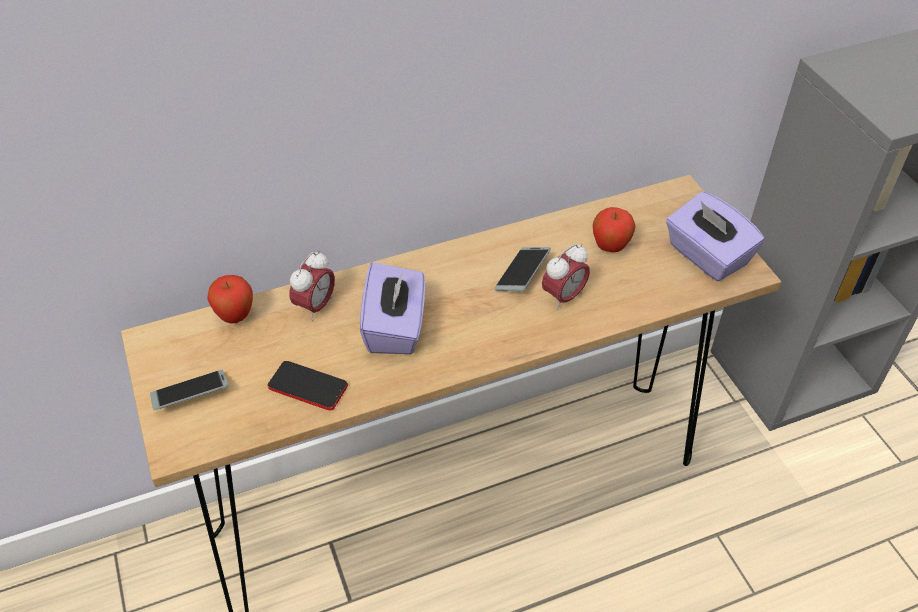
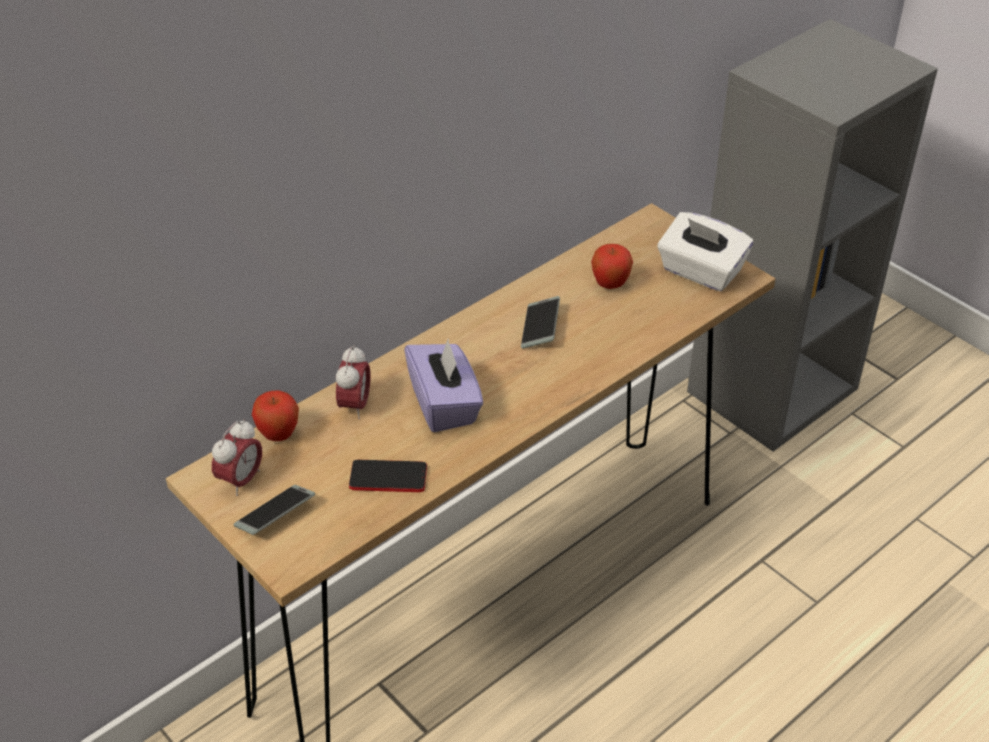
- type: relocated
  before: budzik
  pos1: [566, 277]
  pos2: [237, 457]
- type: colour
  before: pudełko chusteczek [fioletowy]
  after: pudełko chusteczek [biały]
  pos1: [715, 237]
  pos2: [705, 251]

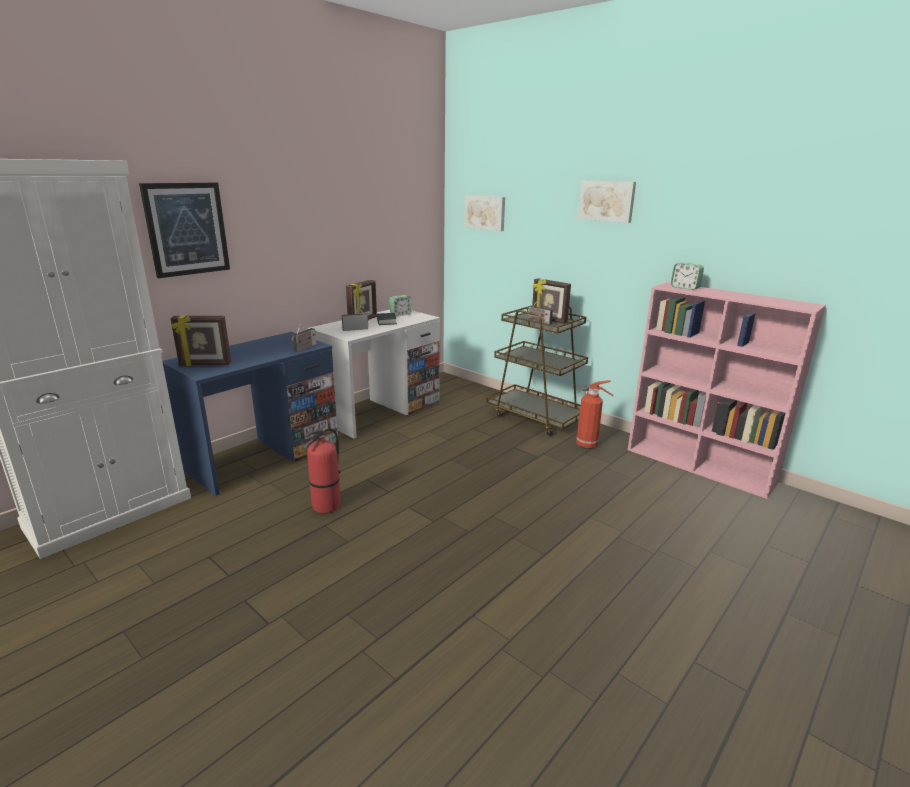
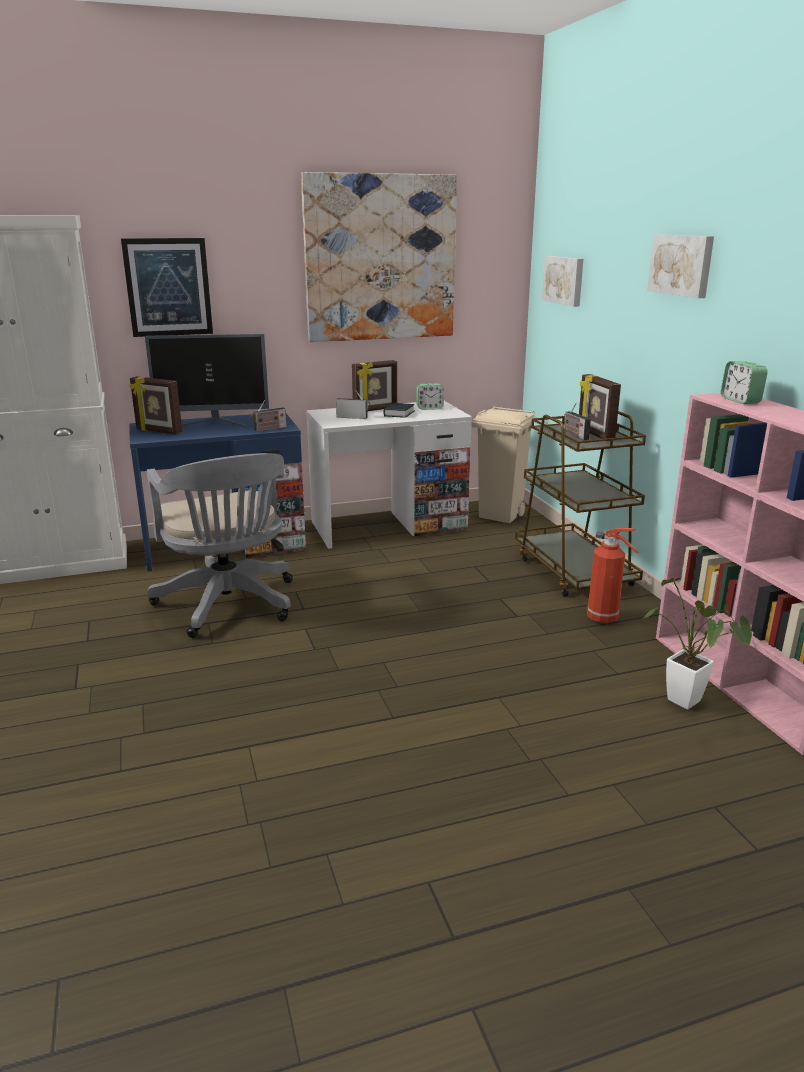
- type: appeared
  after: monitor
  pos2: [207, 381]
- type: exchanged
  before: gaśnica
  after: krzesło biurowe [szary]
  pos1: [322, 470]
  pos2: [220, 545]
- type: appeared
  after: obraz
  pos2: [379, 257]
- type: appeared
  after: kosz na śmieci [beżowy]
  pos2: [504, 464]
- type: appeared
  after: roślina doniczkowa
  pos2: [697, 643]

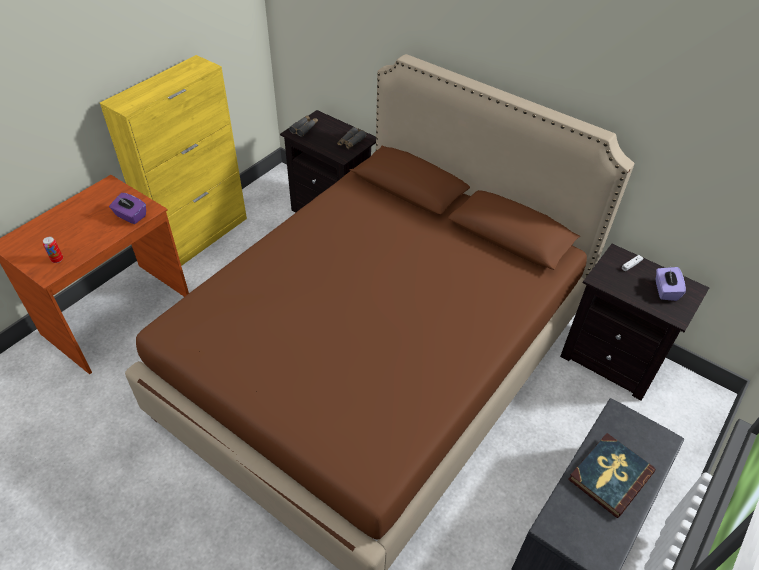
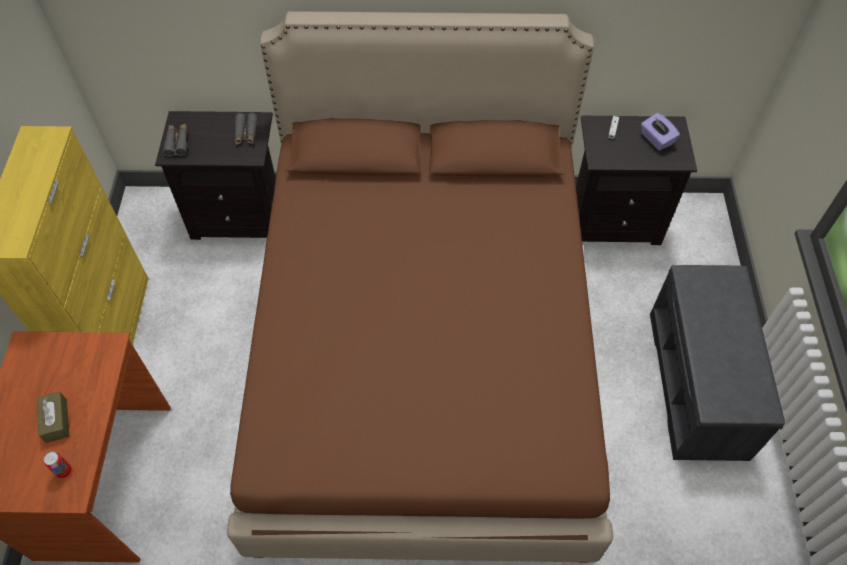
- type: appeared
  after: pudełko chusteczek [brązowy]
  pos2: [53, 417]
- type: missing
  before: pudełko chusteczek [fioletowy]
  pos1: [127, 208]
- type: missing
  before: książka
  pos1: [611, 475]

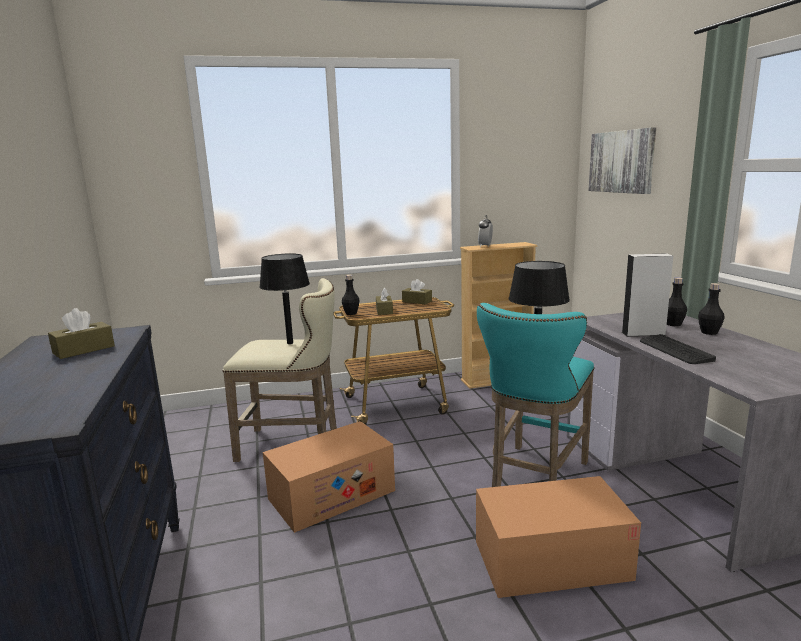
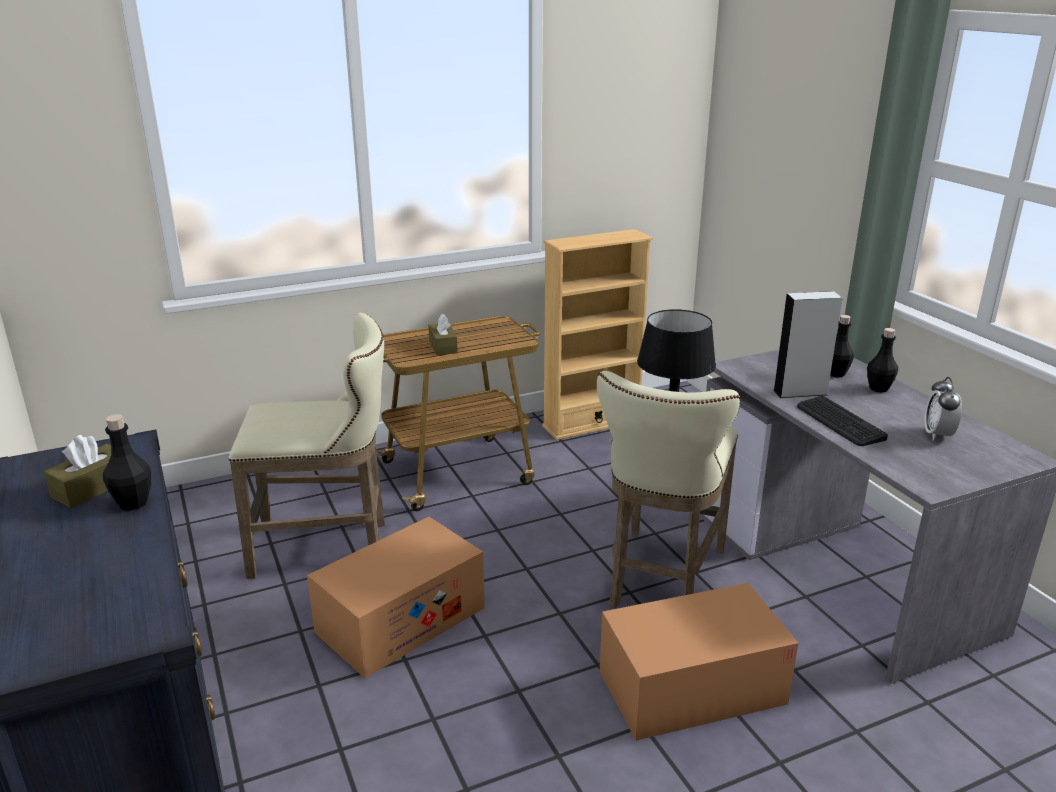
- type: relocated
  before: butelka [czarny]
  pos1: [350, 295]
  pos2: [127, 462]
- type: colour
  before: stołek [turkusowy]
  after: stołek [beżowy]
  pos1: [536, 395]
  pos2: [668, 489]
- type: relocated
  before: budzik
  pos1: [485, 231]
  pos2: [943, 409]
- type: missing
  before: lampa stołowa [czarny]
  pos1: [284, 298]
- type: missing
  before: pudełko chusteczek [brązowy]
  pos1: [417, 291]
- type: missing
  before: obraz
  pos1: [622, 160]

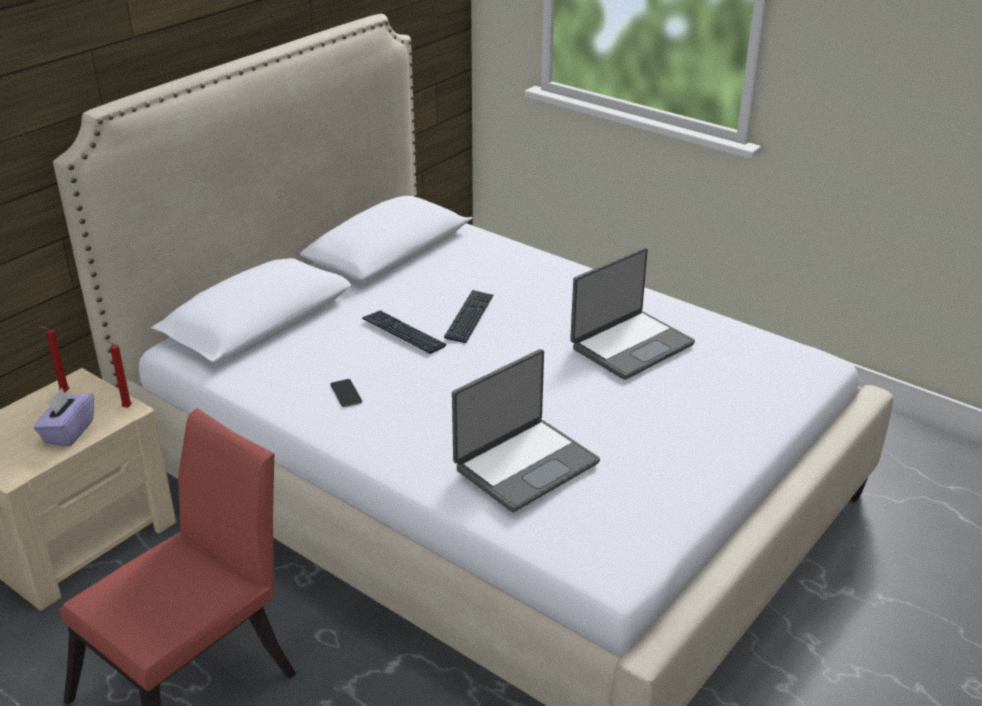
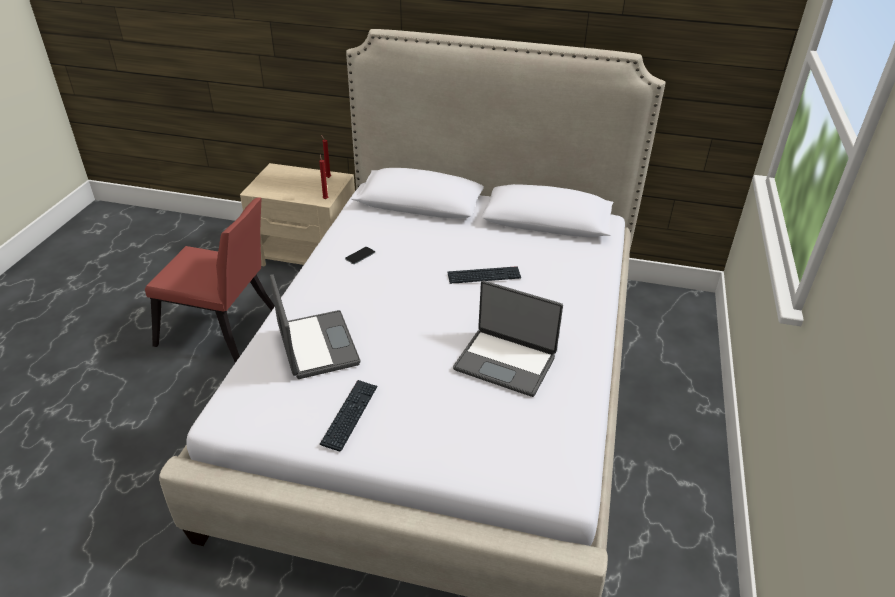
- type: spun
  before: laptop
  pos1: [526, 430]
  pos2: [315, 326]
  turn: -135
- type: relocated
  before: klawiatura
  pos1: [404, 332]
  pos2: [349, 416]
- type: missing
  before: pudełko chusteczek [fioletowy]
  pos1: [64, 417]

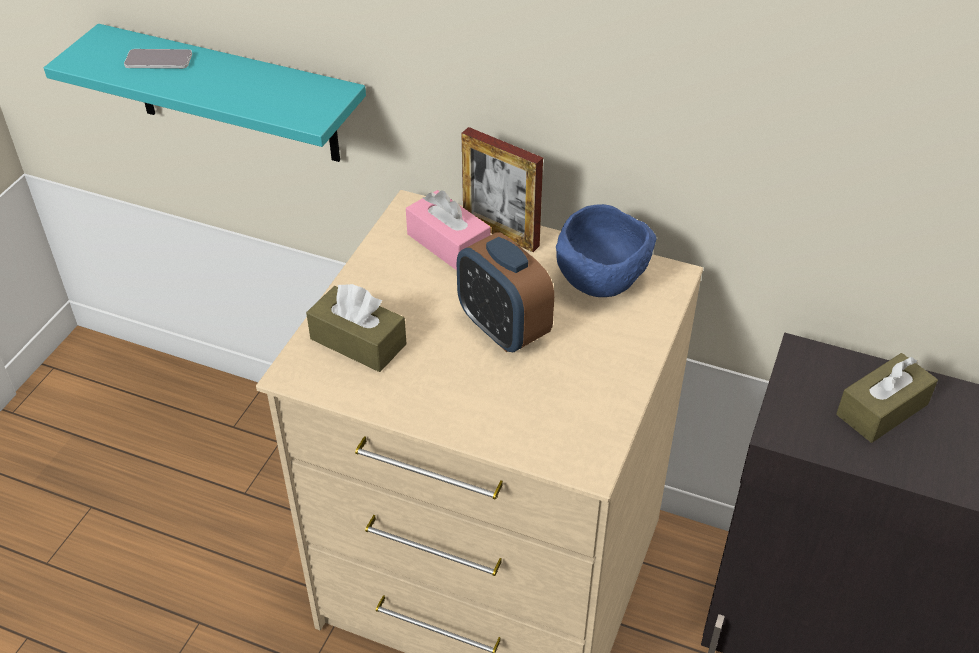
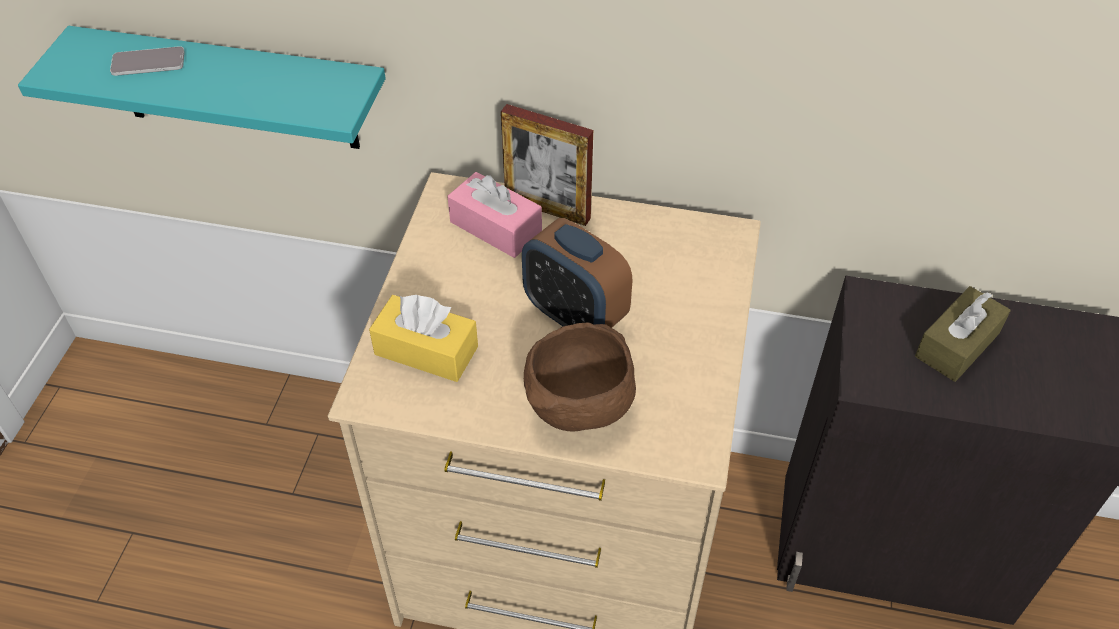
- type: colour
  before: pudełko chusteczek [brązowy]
  after: pudełko chusteczek [żółty]
  pos1: [356, 328]
  pos2: [423, 338]
- type: appeared
  after: miska [brązowy]
  pos2: [580, 377]
- type: missing
  before: miska [niebieski]
  pos1: [606, 250]

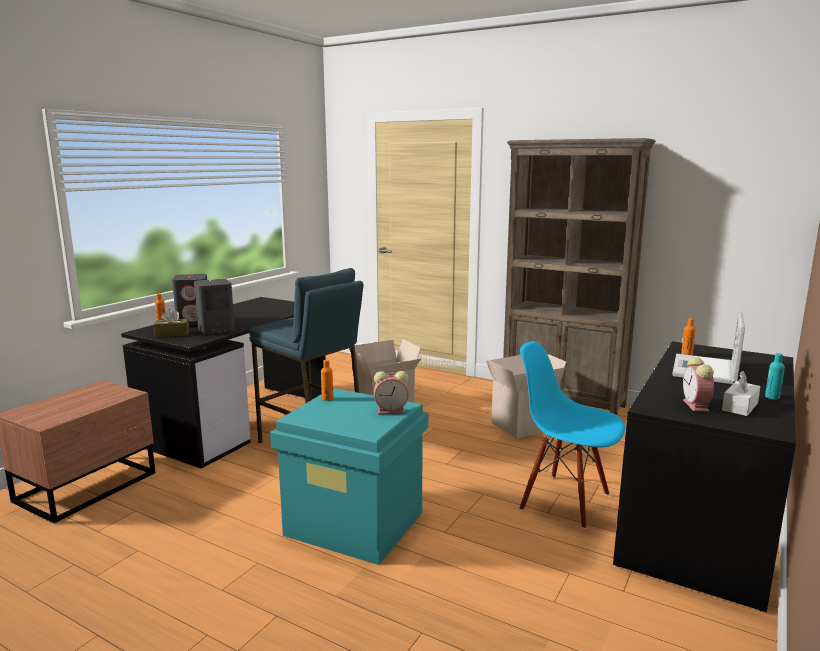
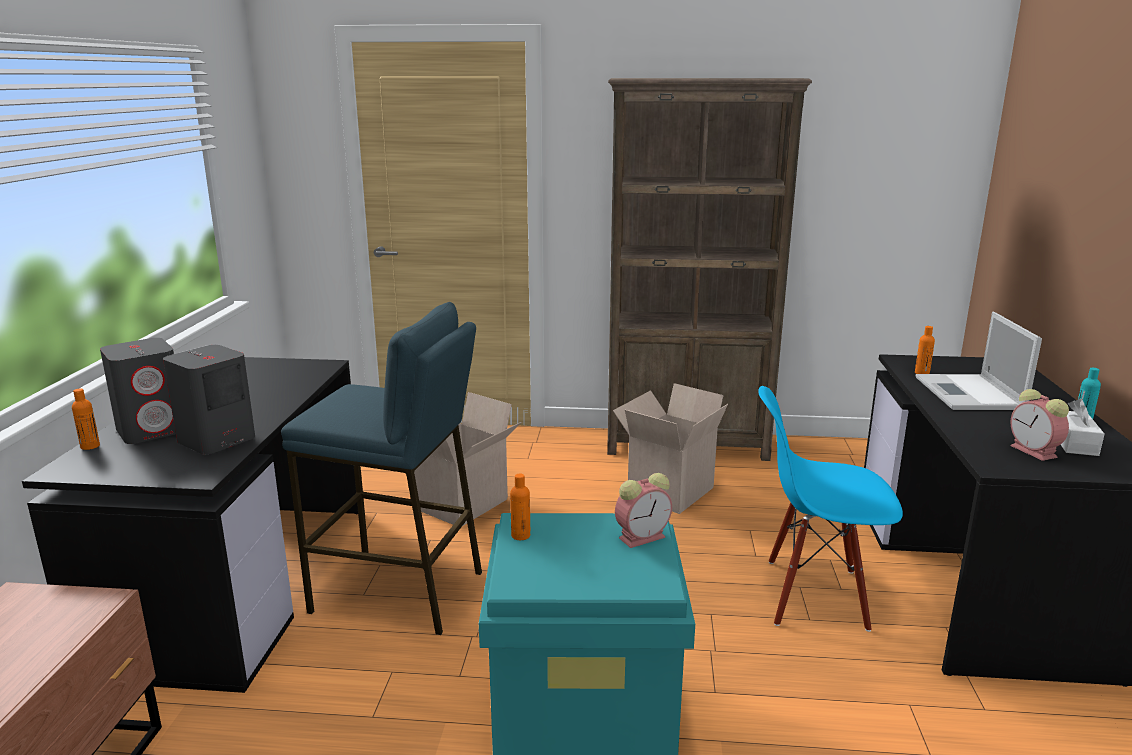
- type: missing
  before: pudełko chusteczek [brązowy]
  pos1: [172, 323]

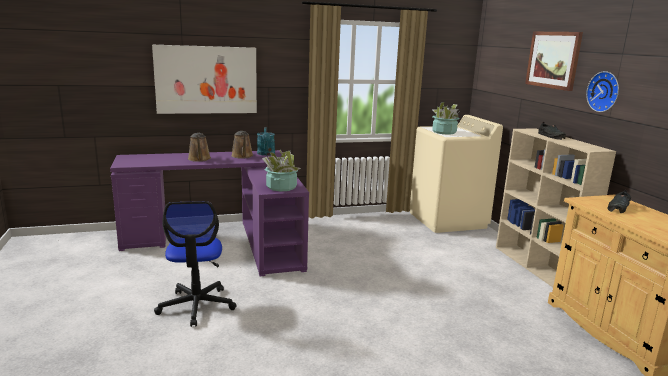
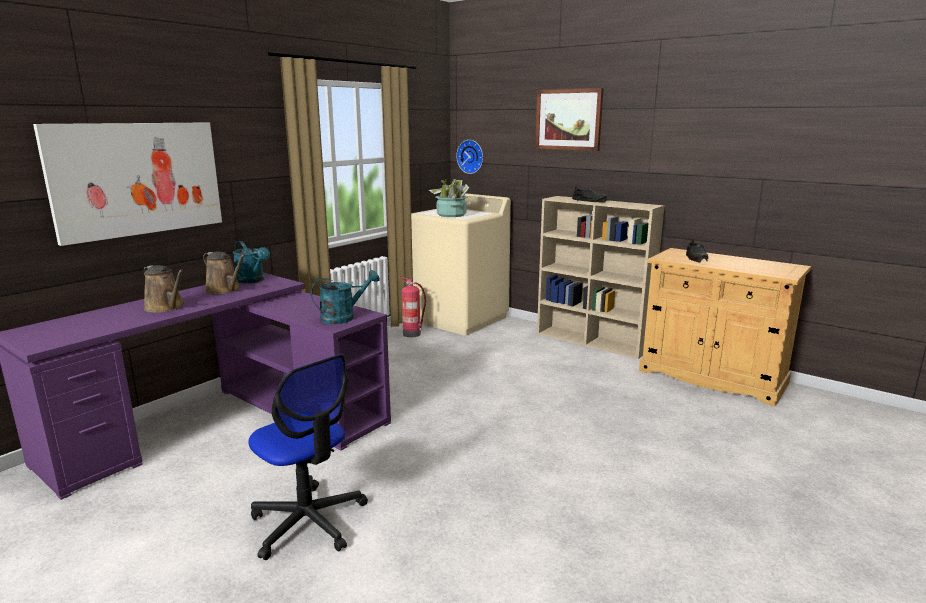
- type: exchanged
  before: roślina doniczkowa
  after: konewka [turkusowy]
  pos1: [281, 170]
  pos2: [345, 297]
- type: appeared
  after: gaśnica
  pos2: [413, 307]
- type: relocated
  before: zegar ścienny
  pos1: [602, 91]
  pos2: [469, 157]

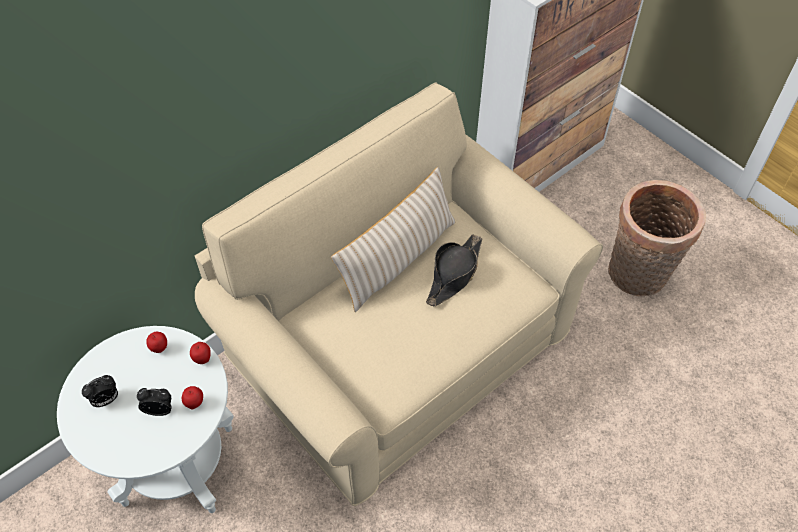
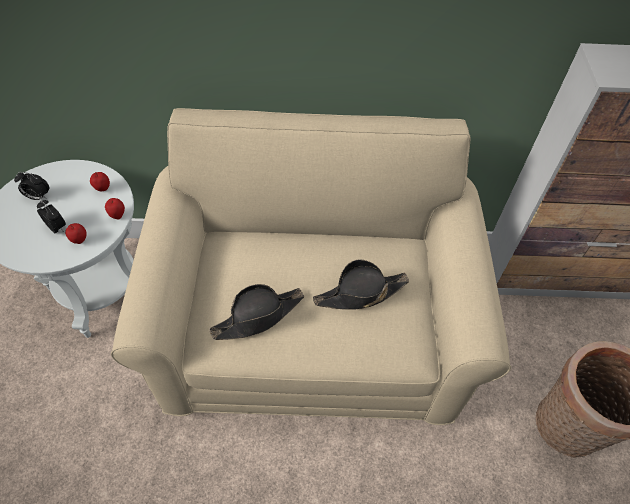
- type: appeared
  after: kapelusz [czarny]
  pos2: [256, 312]
- type: missing
  before: poduszka [beżowy]
  pos1: [393, 239]

